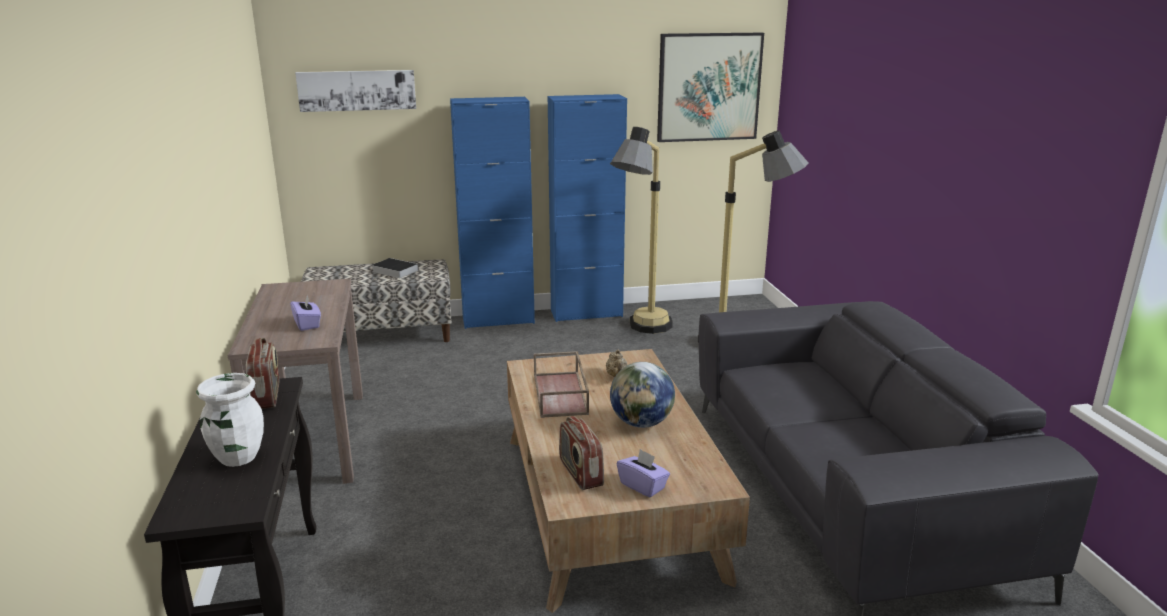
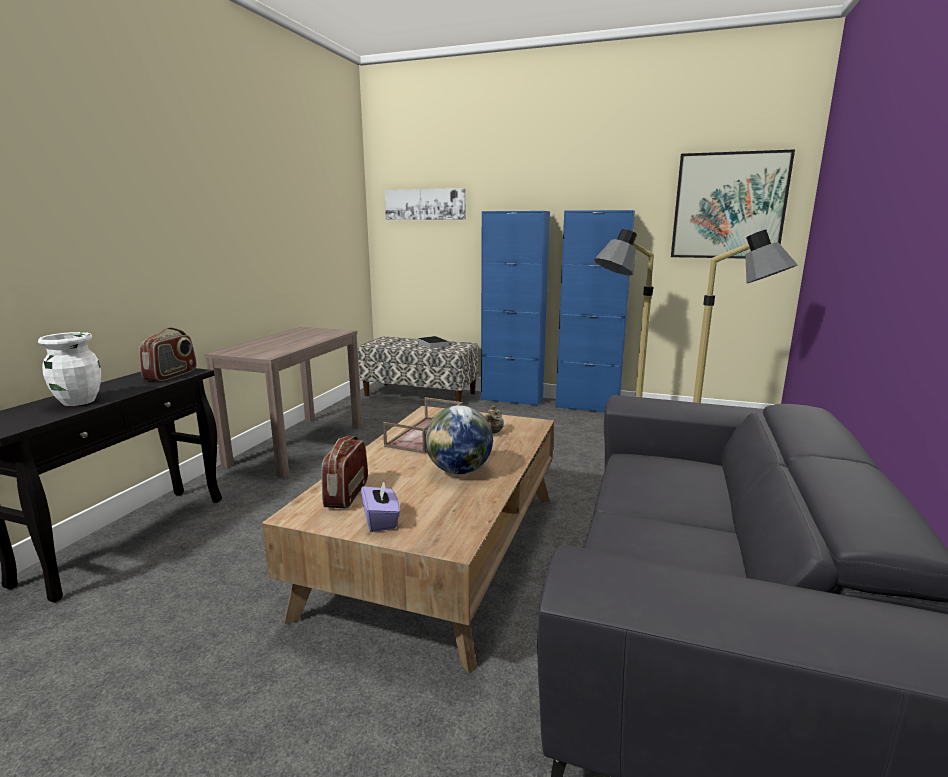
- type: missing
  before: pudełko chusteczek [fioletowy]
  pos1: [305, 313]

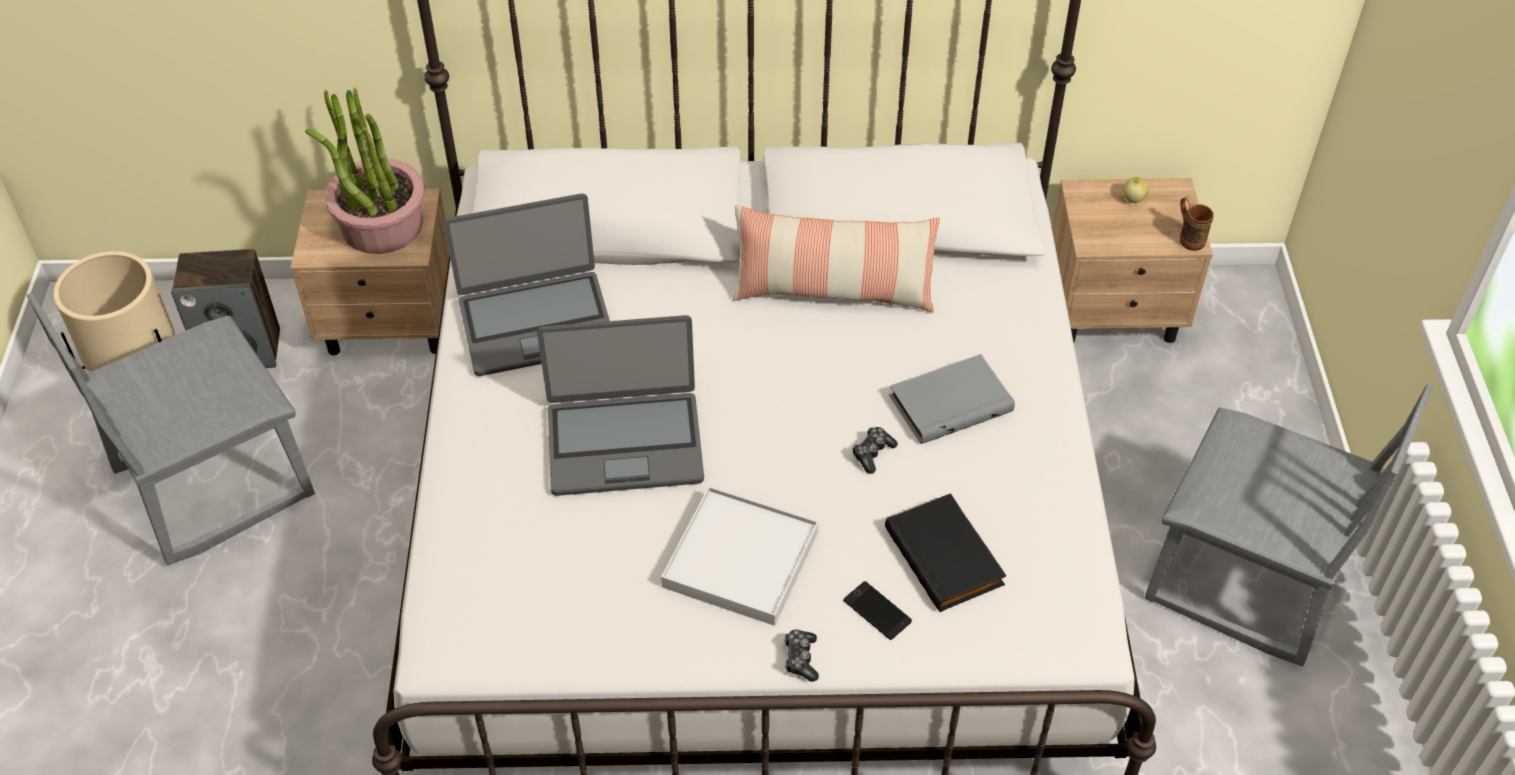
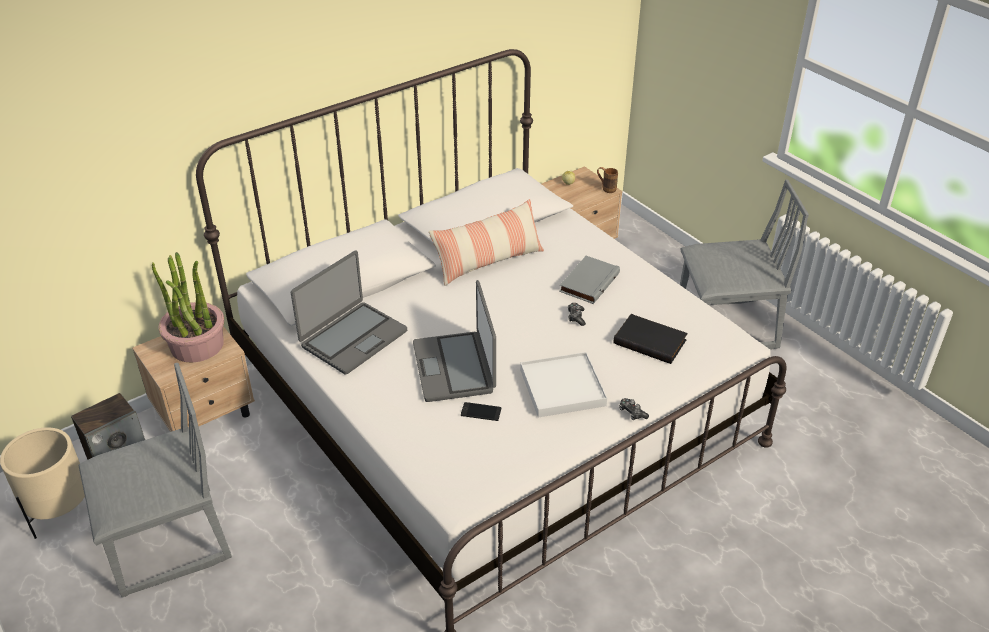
- type: spun
  before: krzesło [szary]
  pos1: [171, 429]
  pos2: [155, 480]
  turn: -135
- type: spun
  before: laptop
  pos1: [620, 405]
  pos2: [454, 341]
  turn: 120
- type: relocated
  before: telefon
  pos1: [878, 610]
  pos2: [481, 411]

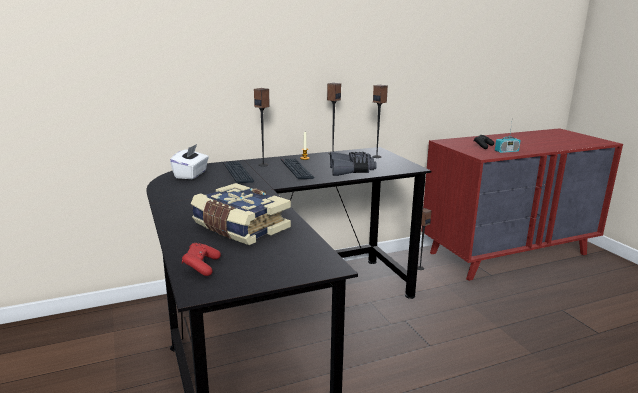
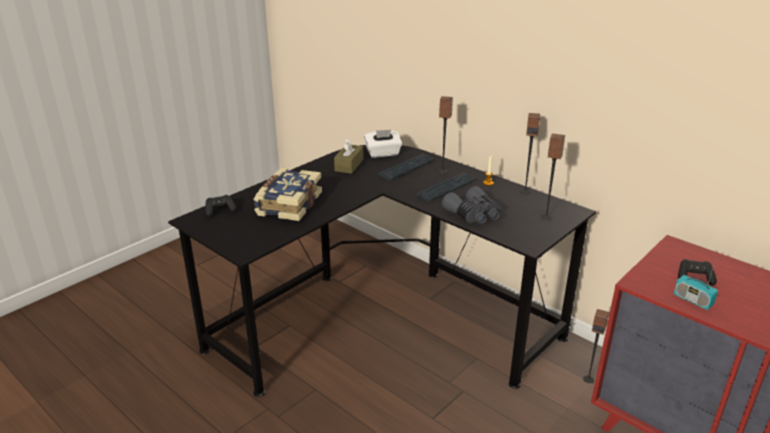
- type: colour
  before: pad do gier [czerwony]
  after: pad do gier [czarny]
  pos1: [201, 259]
  pos2: [220, 206]
- type: appeared
  after: pudełko chusteczek [brązowy]
  pos2: [348, 156]

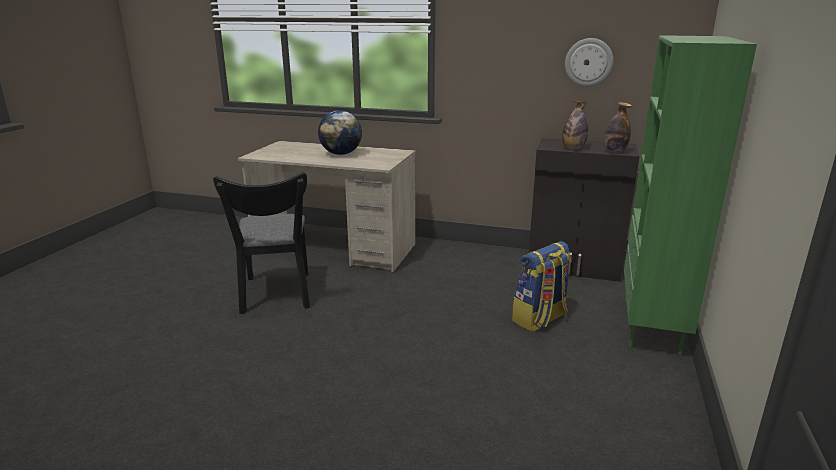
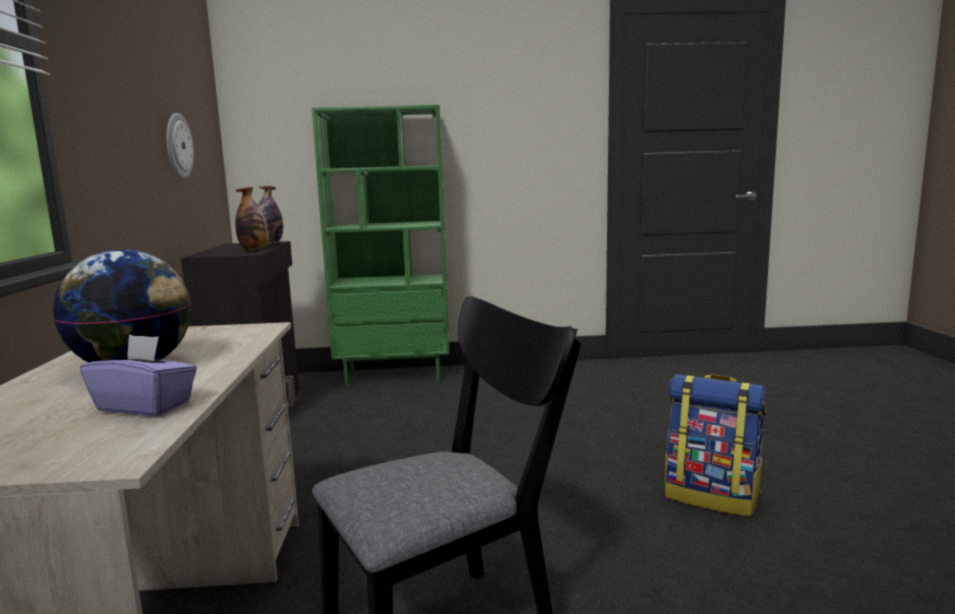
- type: appeared
  after: pudełko chusteczek [fioletowy]
  pos2: [138, 375]
- type: relocated
  before: plecak
  pos1: [541, 286]
  pos2: [715, 445]

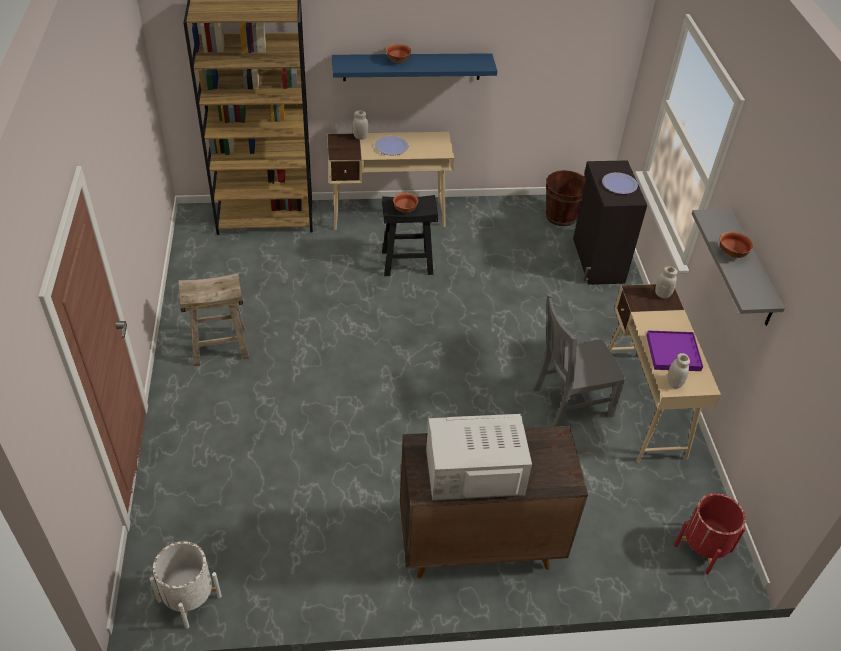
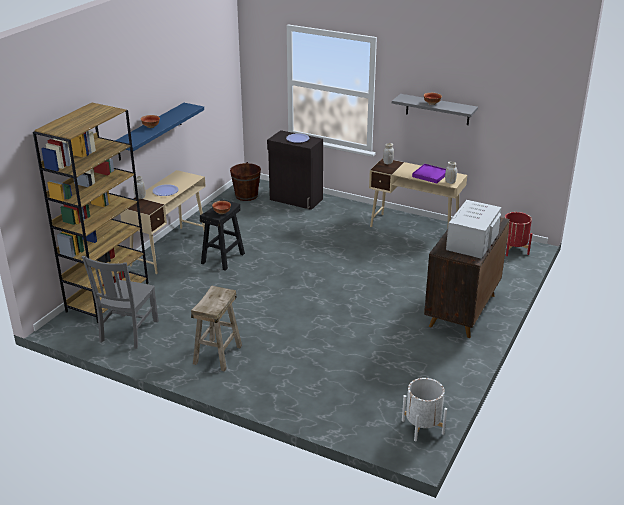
- type: relocated
  before: krzesło [szary]
  pos1: [579, 360]
  pos2: [120, 302]

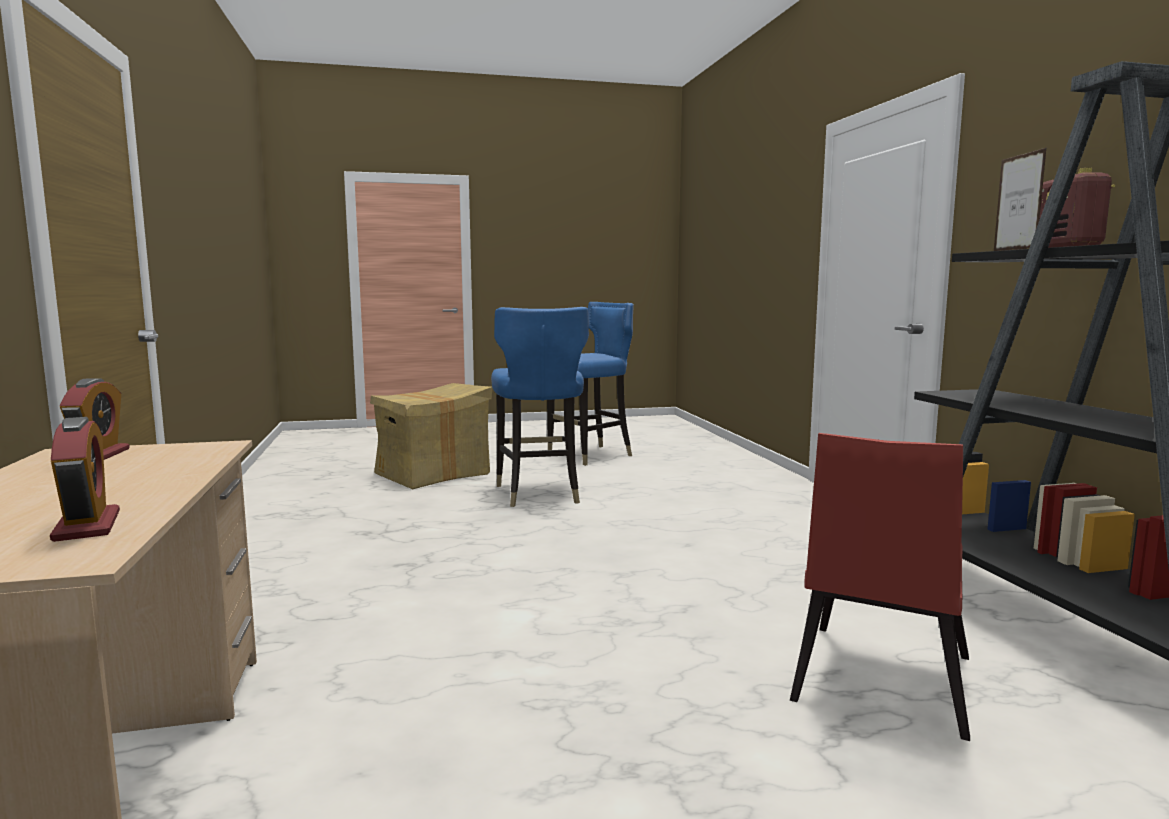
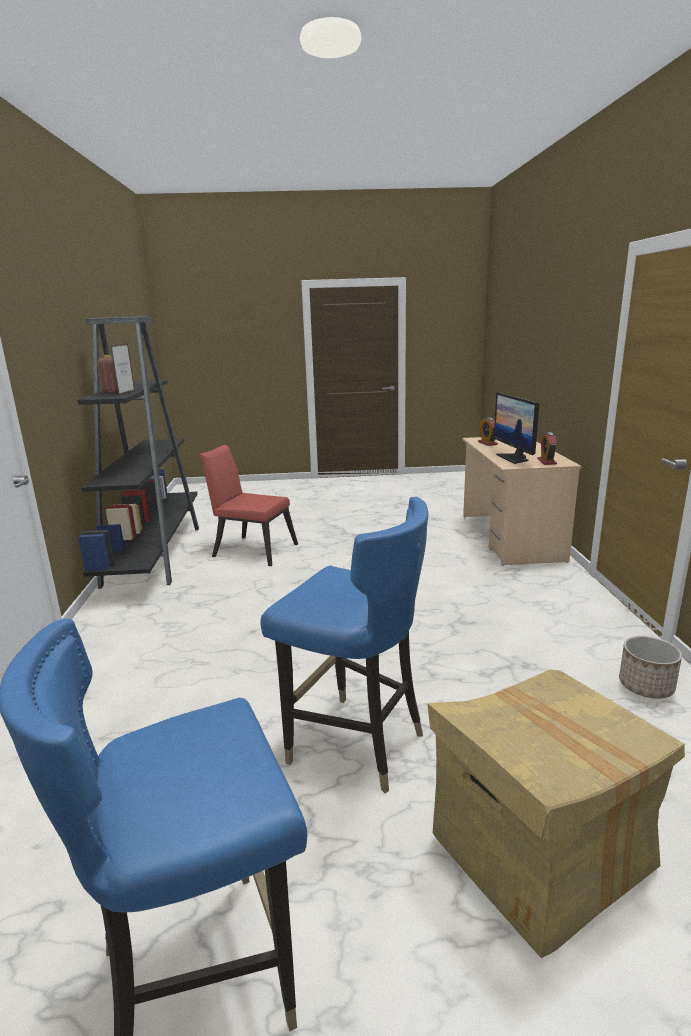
- type: spun
  before: krzesło [czerwony]
  pos1: [880, 587]
  pos2: [248, 505]
  turn: -105
- type: spun
  before: krzesło [niebieski]
  pos1: [540, 407]
  pos2: [344, 645]
  turn: 120
- type: appeared
  after: monitor
  pos2: [516, 428]
- type: appeared
  after: donica
  pos2: [650, 667]

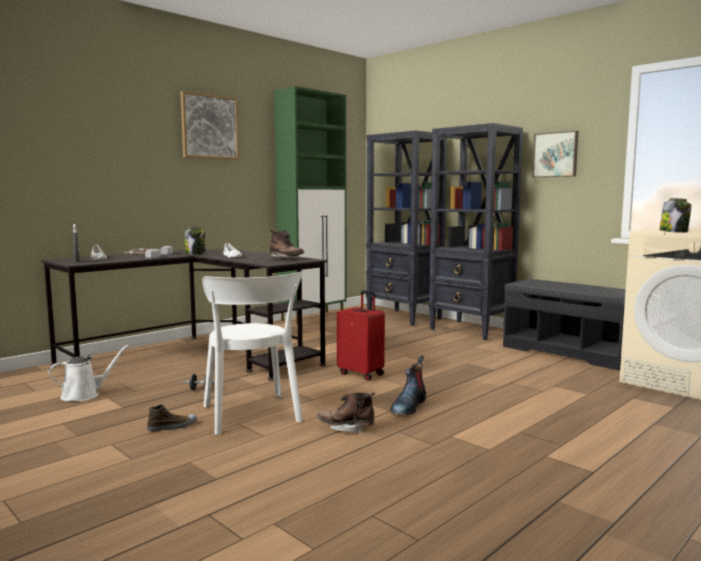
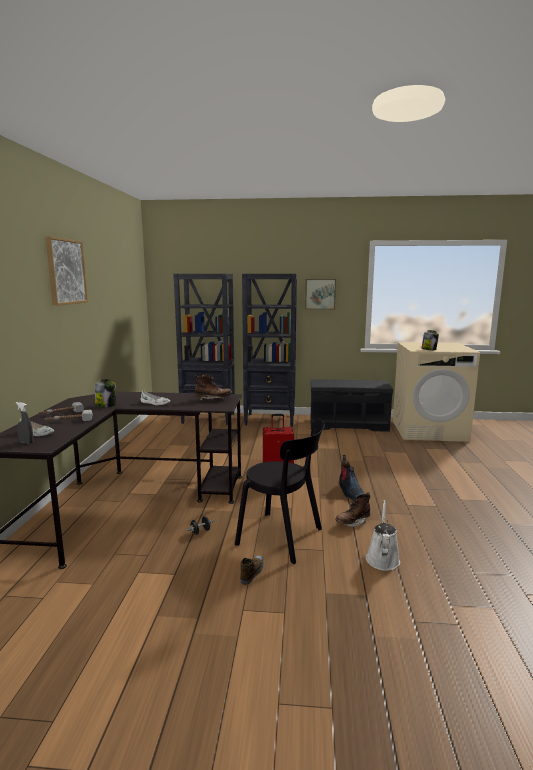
- type: colour
  before: krzesło [biały]
  after: krzesło [czarny]
  pos1: [252, 353]
  pos2: [280, 491]
- type: relocated
  before: konewka [biały]
  pos1: [89, 373]
  pos2: [383, 535]
- type: missing
  before: szafka [zielony]
  pos1: [310, 205]

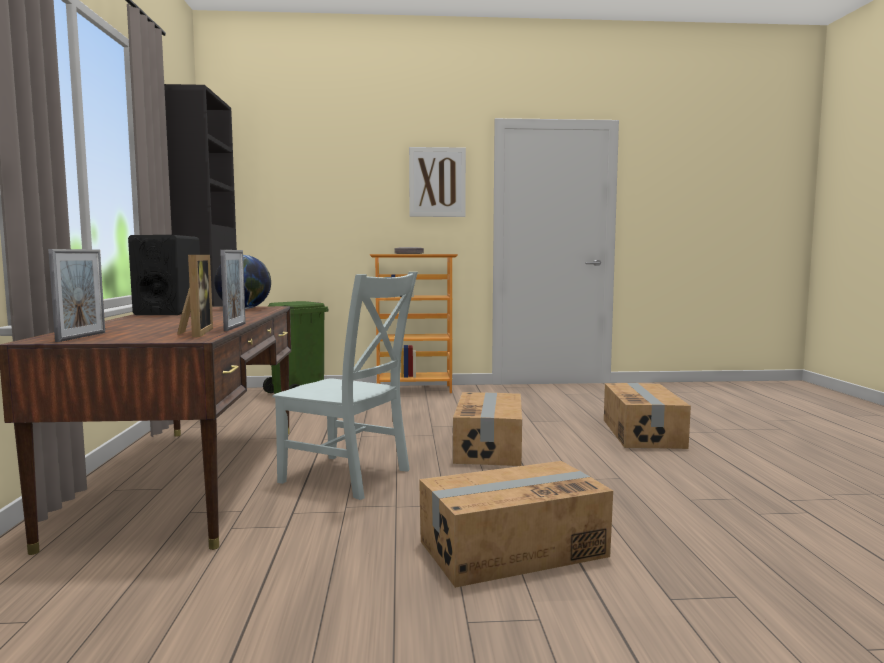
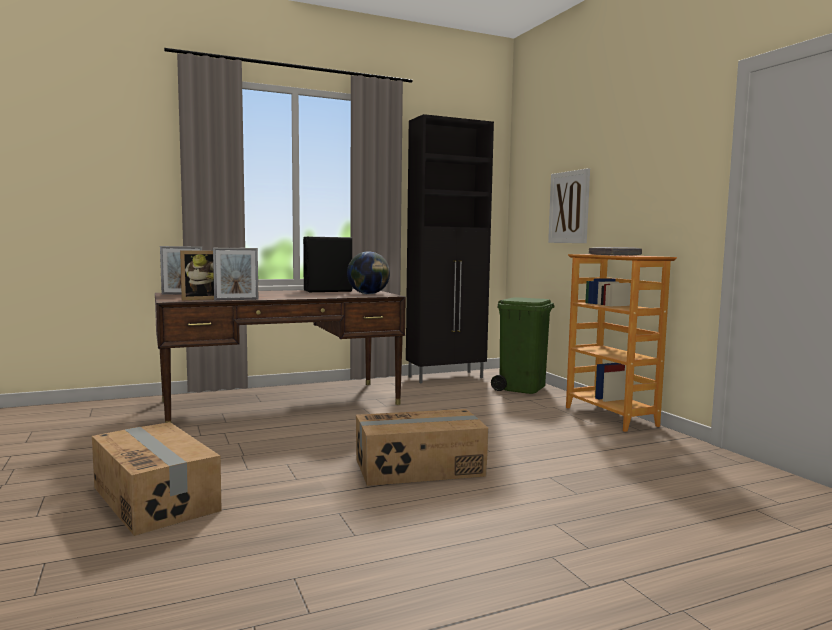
- type: relocated
  before: obraz
  pos1: [437, 182]
  pos2: [569, 205]
- type: missing
  before: krzesło [szary]
  pos1: [345, 386]
- type: missing
  before: karton
  pos1: [647, 416]

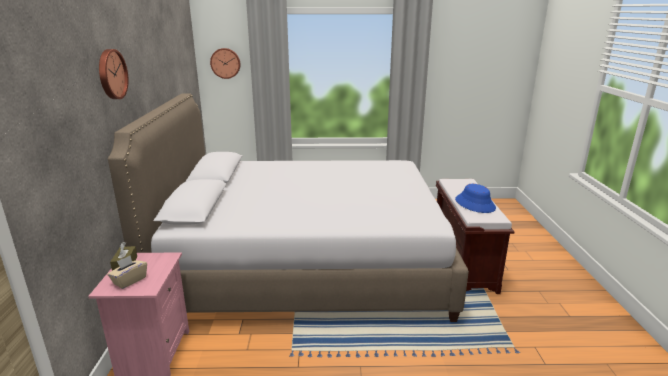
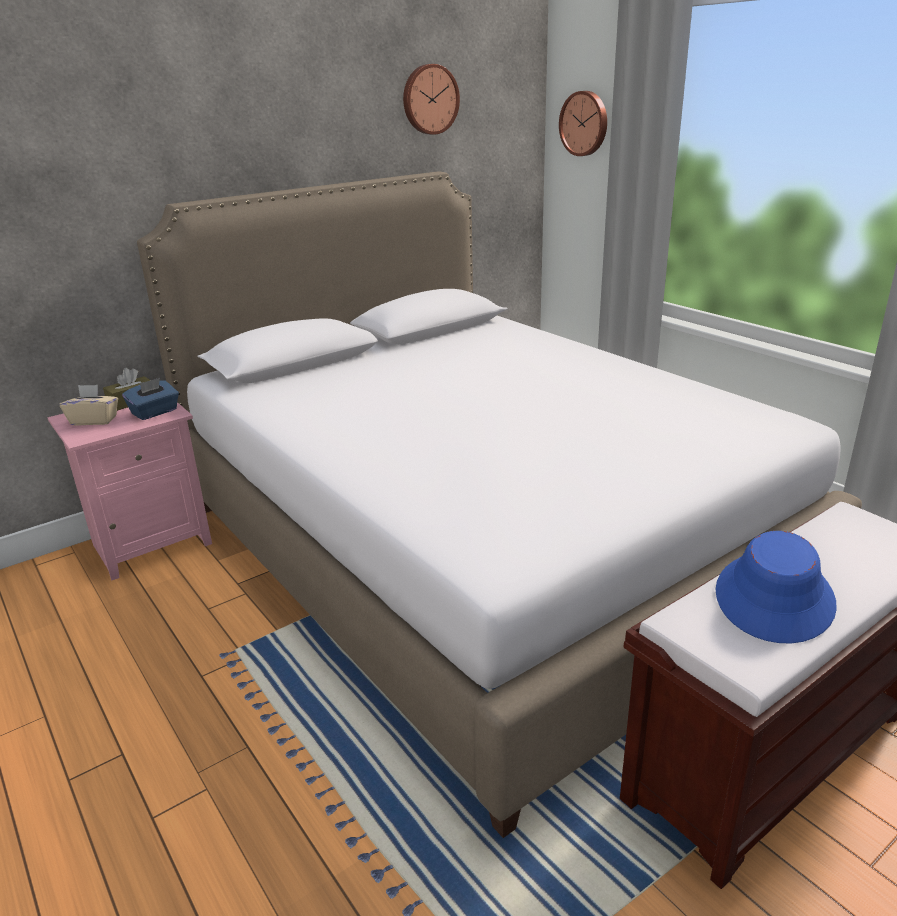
- type: appeared
  after: pudełko chusteczek [niebieski]
  pos2: [150, 399]
- type: relocated
  before: zegar ścienny
  pos1: [114, 74]
  pos2: [431, 99]

